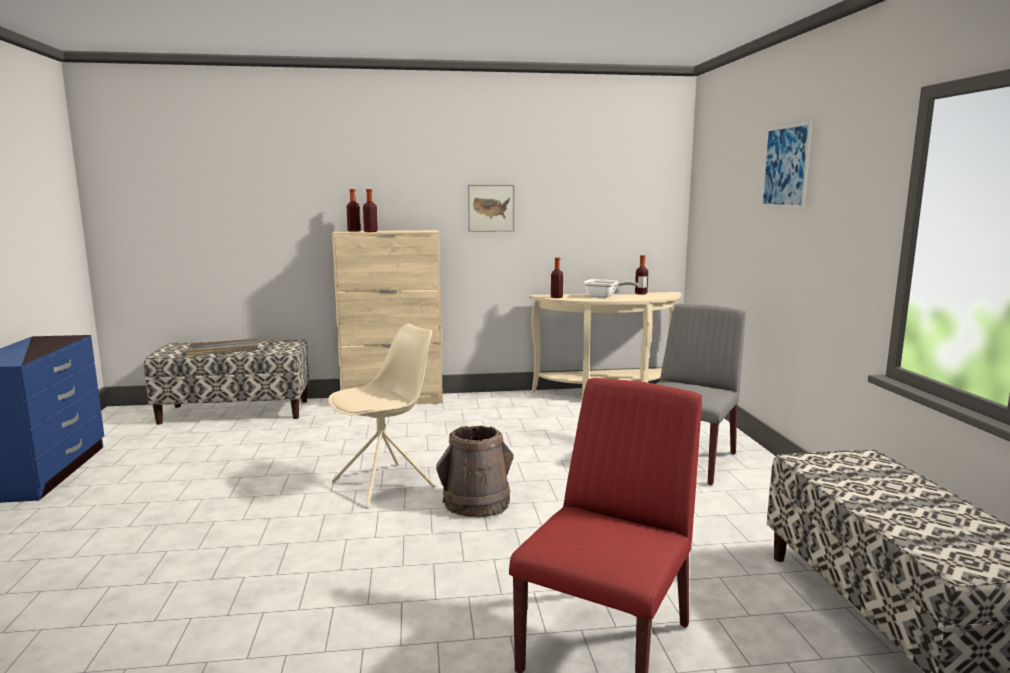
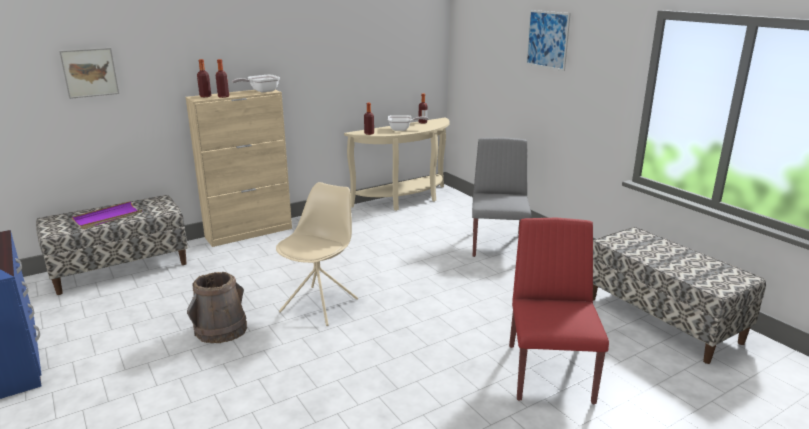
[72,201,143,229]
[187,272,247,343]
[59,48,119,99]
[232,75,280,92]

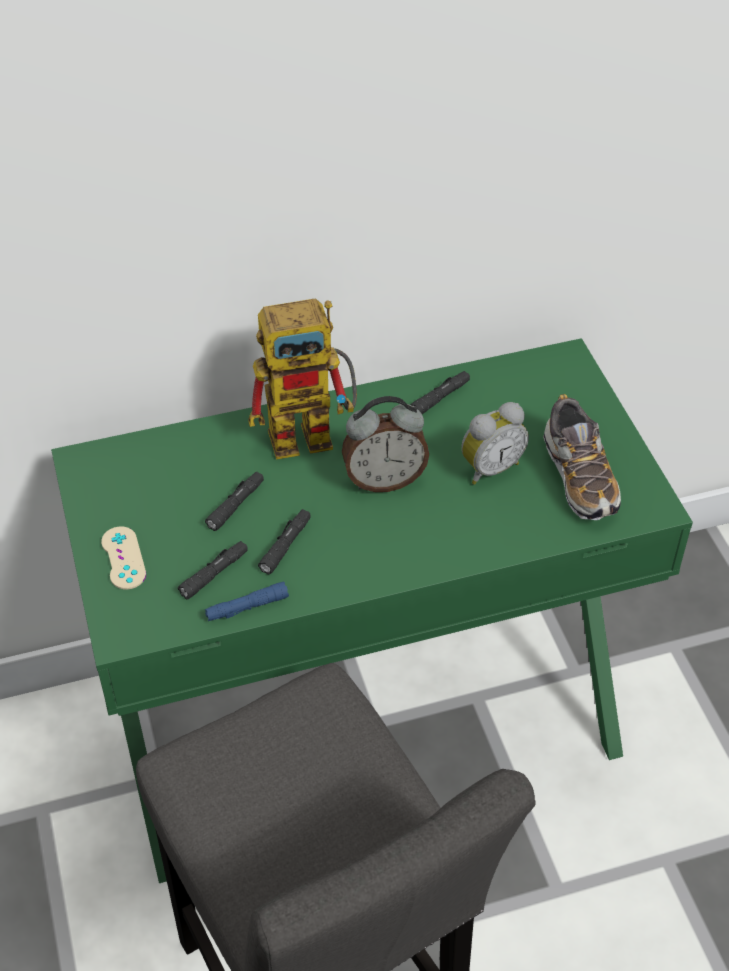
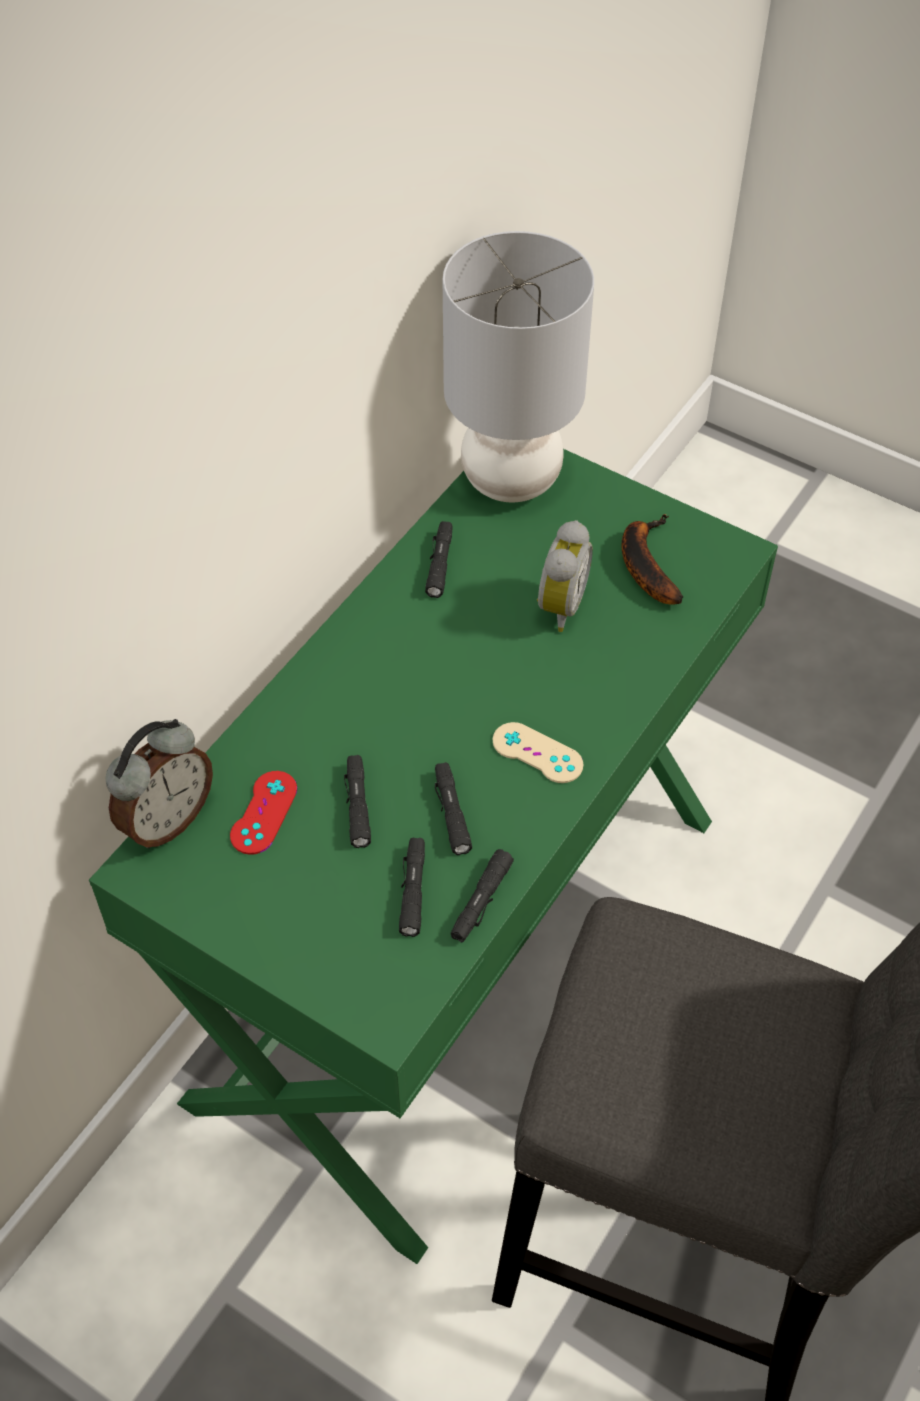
[493,722,583,783]
[451,849,514,942]
[248,298,357,460] (first image)
[106,719,213,849]
[621,514,683,605]
[230,771,297,855]
[443,231,594,502]

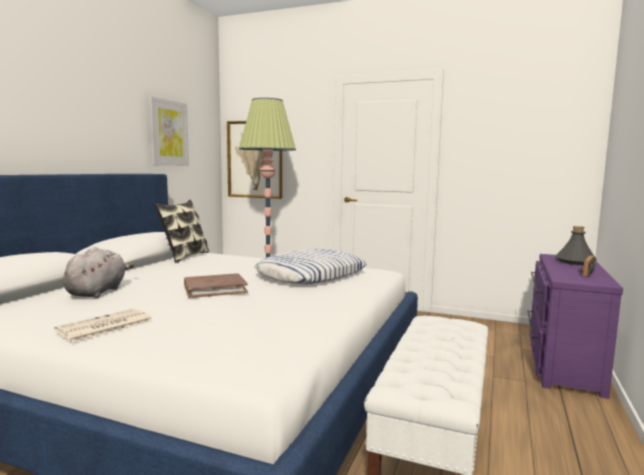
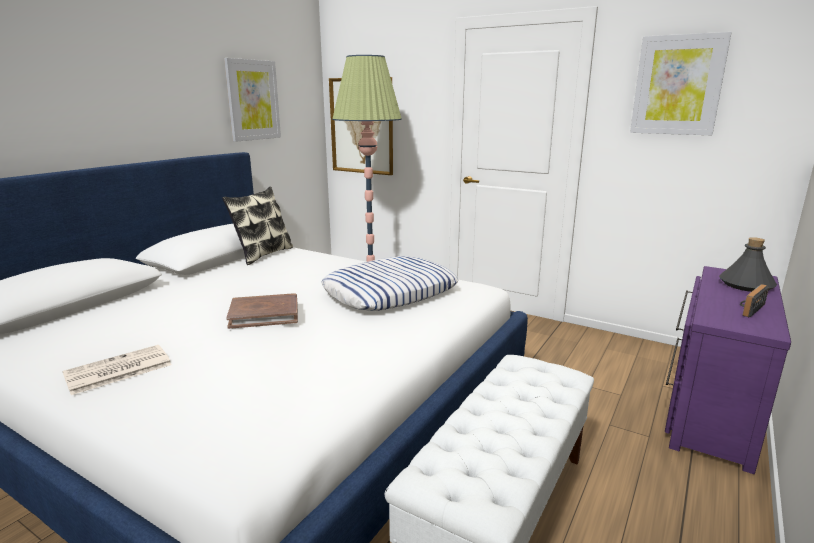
[63,247,134,298] (first image)
[630,32,732,135]

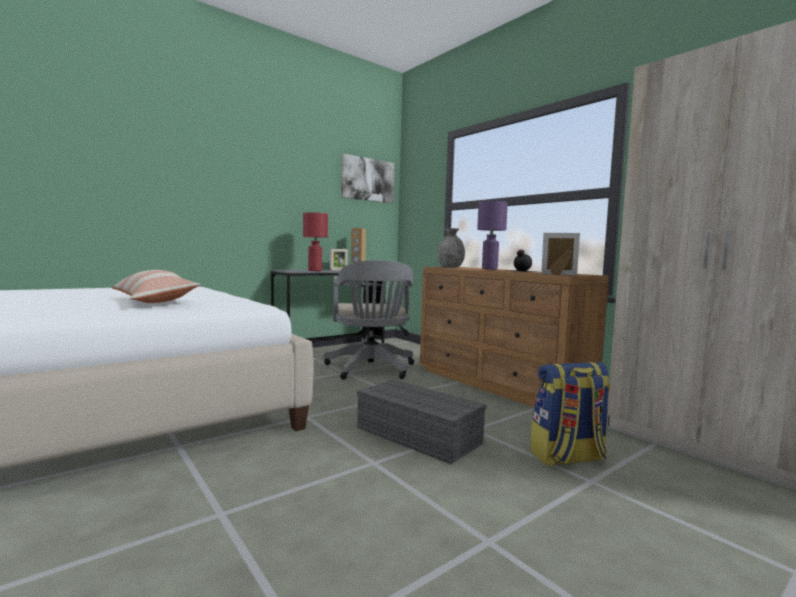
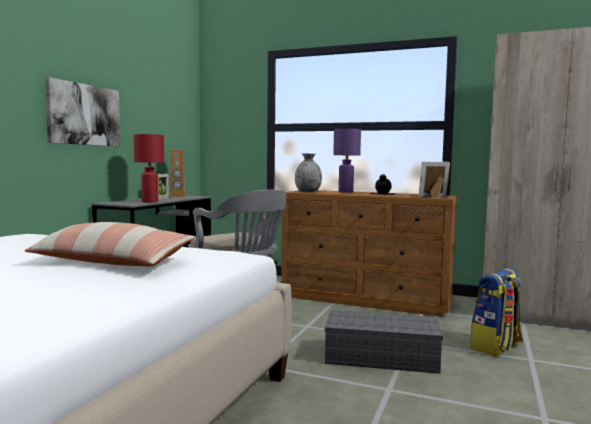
[45,77,120,146]

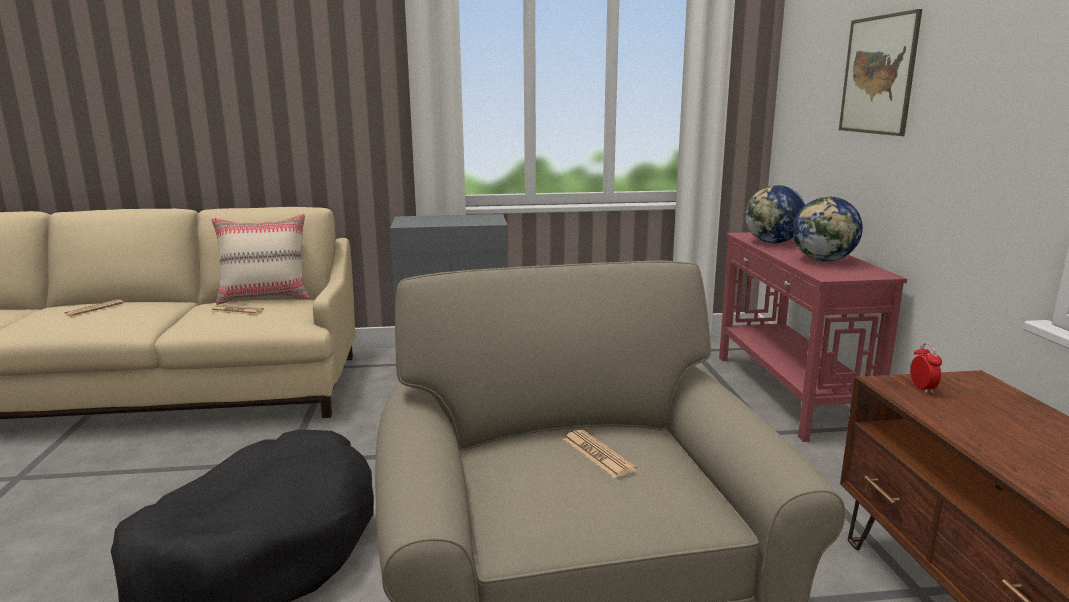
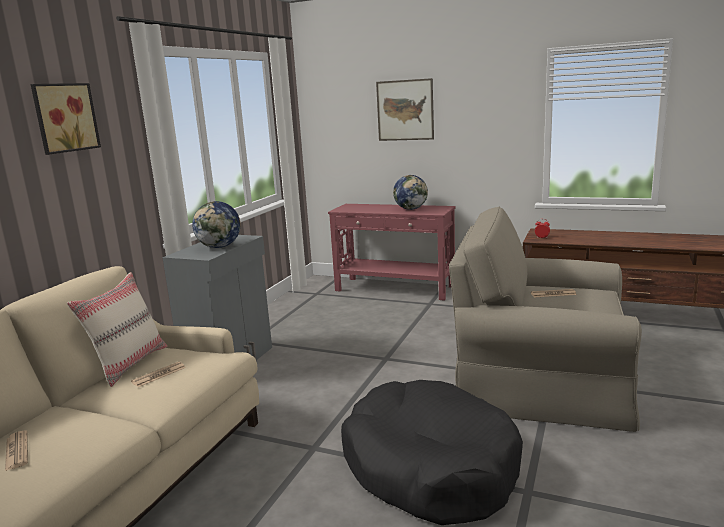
[192,201,240,248]
[31,83,101,155]

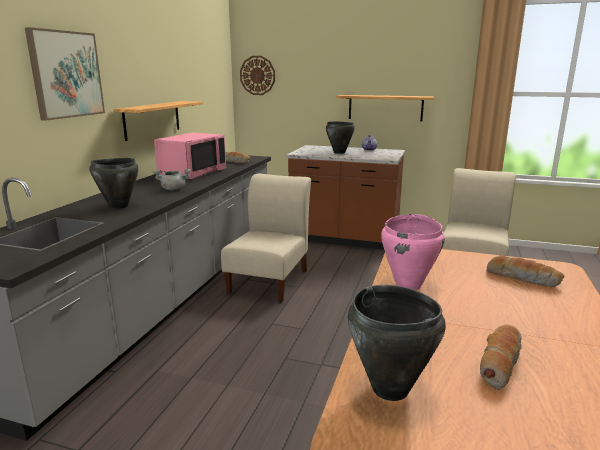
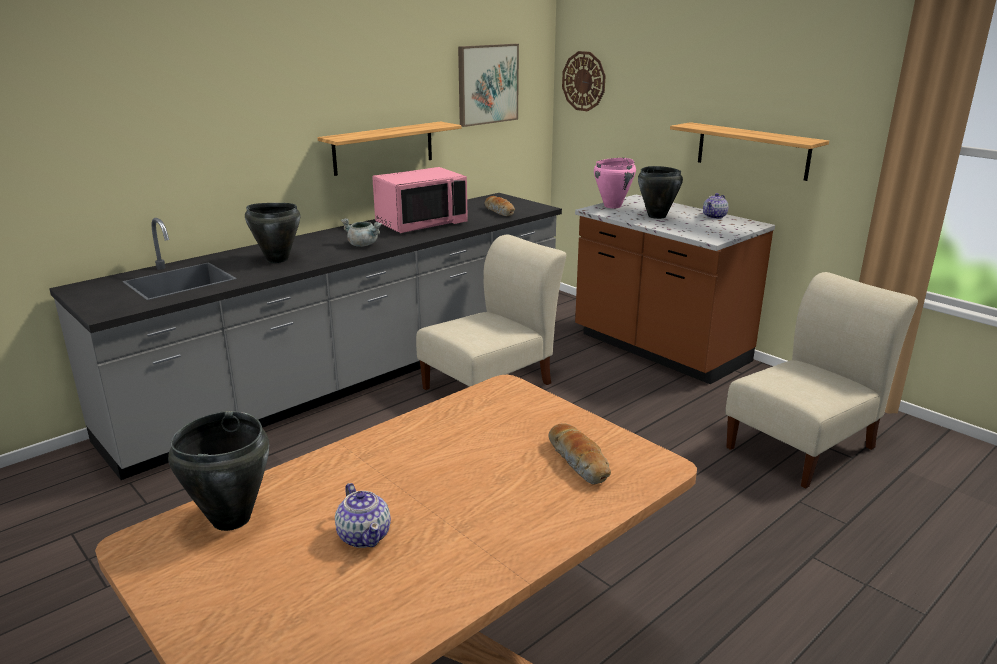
[458,44,519,127]
[594,158,636,208]
[335,483,391,548]

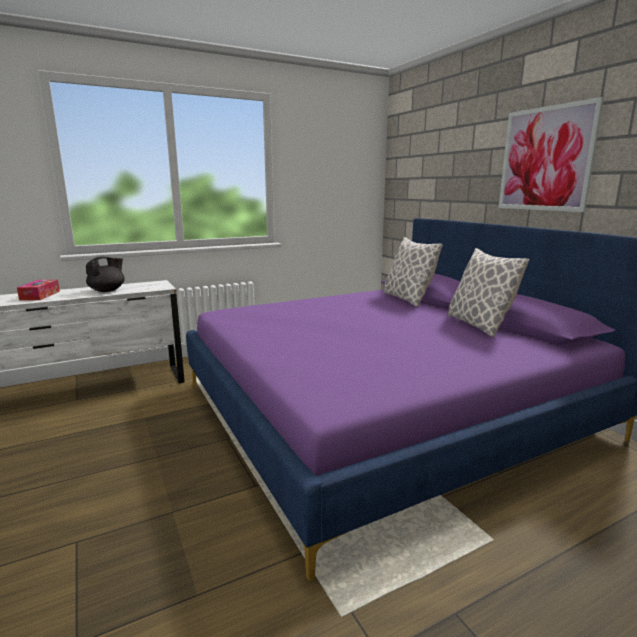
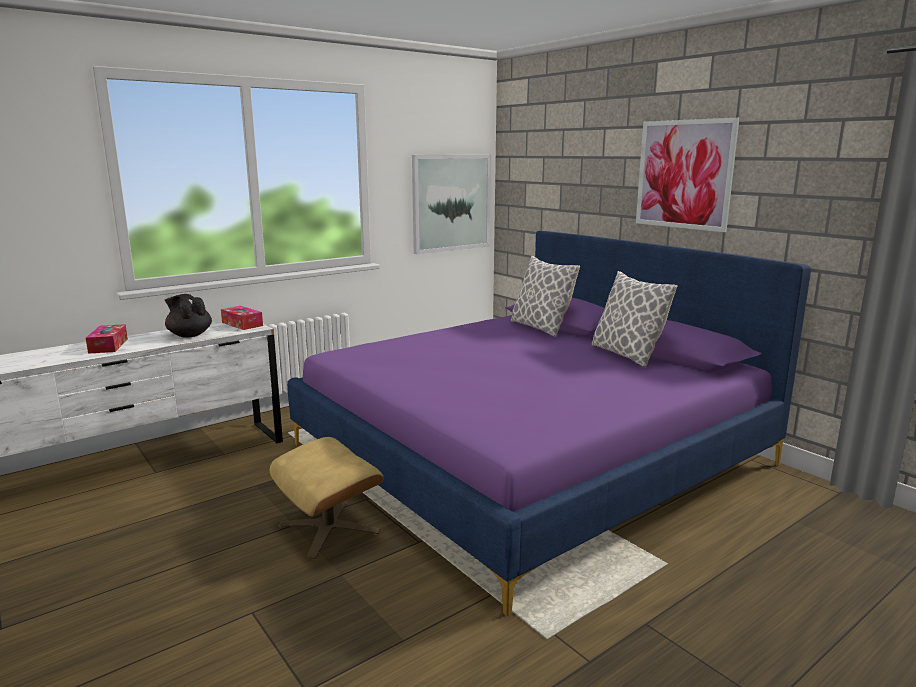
[165,294,212,338]
[221,306,263,330]
[270,437,384,559]
[412,155,491,254]

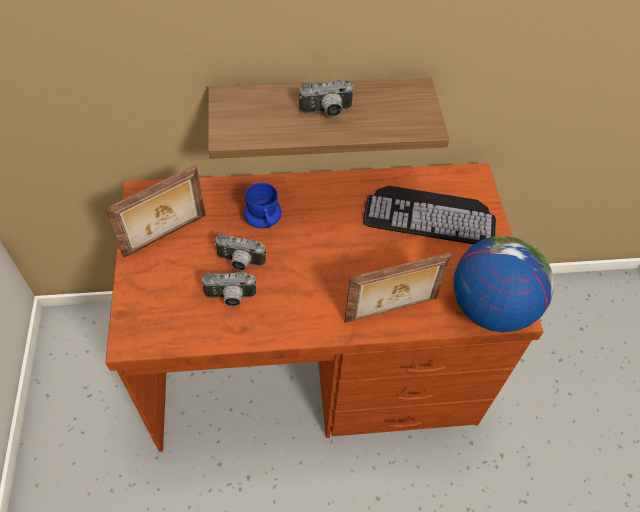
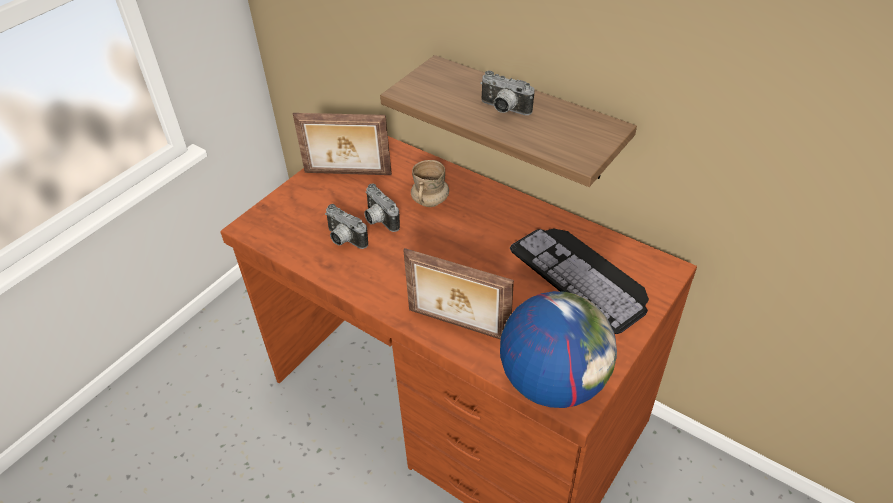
[411,160,449,207]

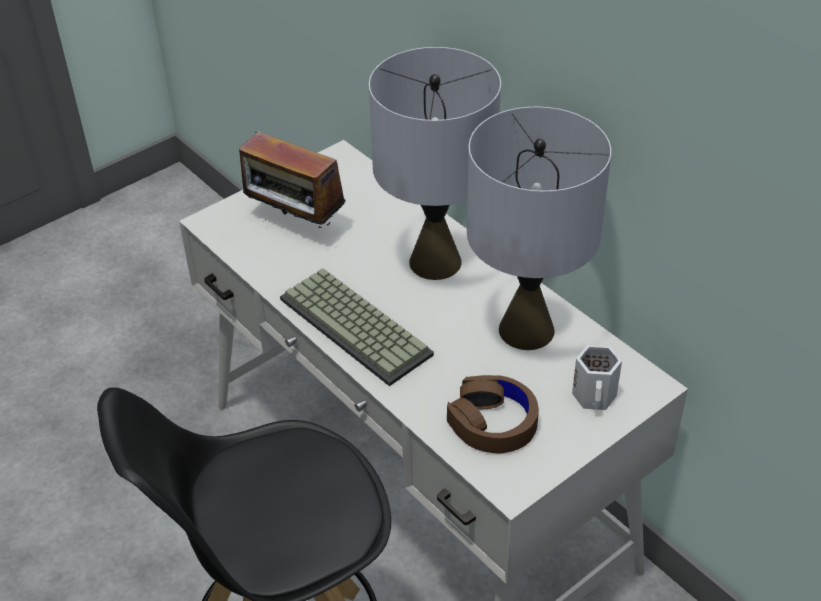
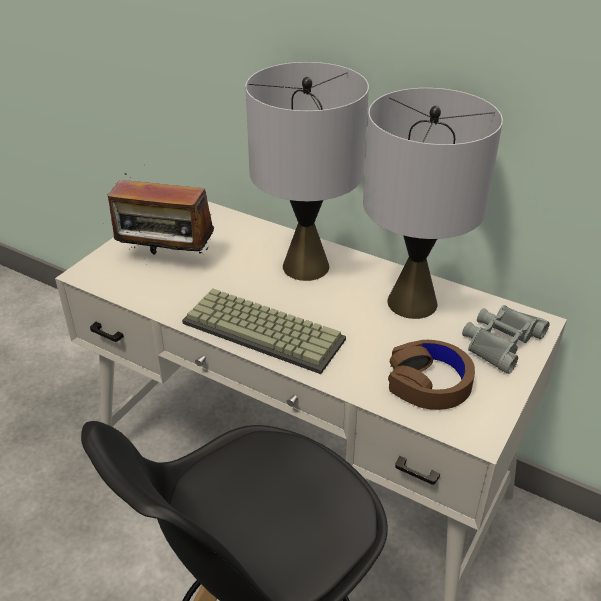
[462,305,550,374]

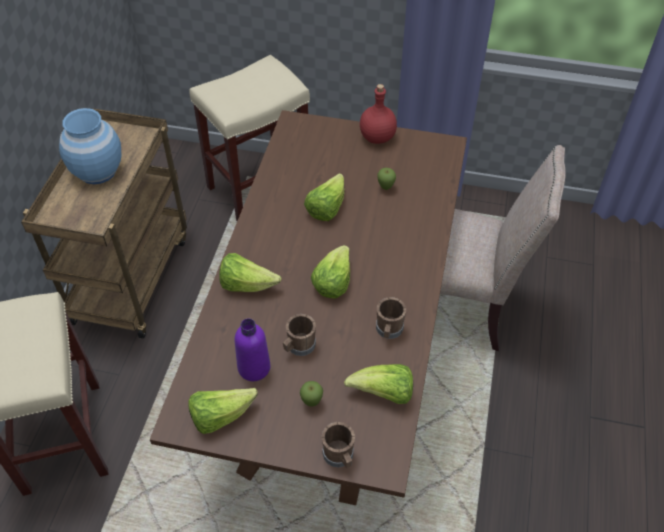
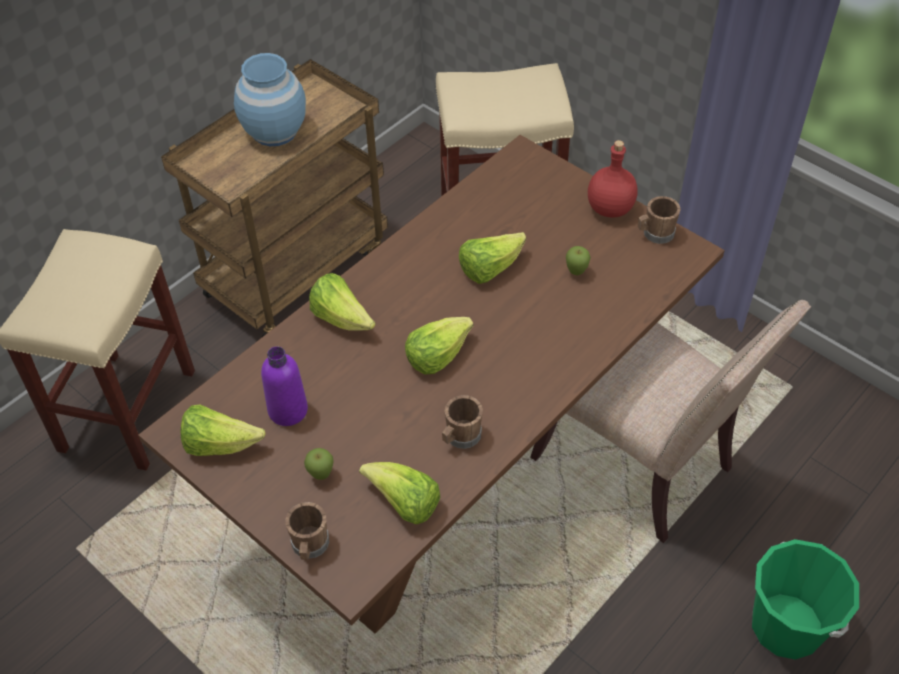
[638,196,681,244]
[752,539,859,660]

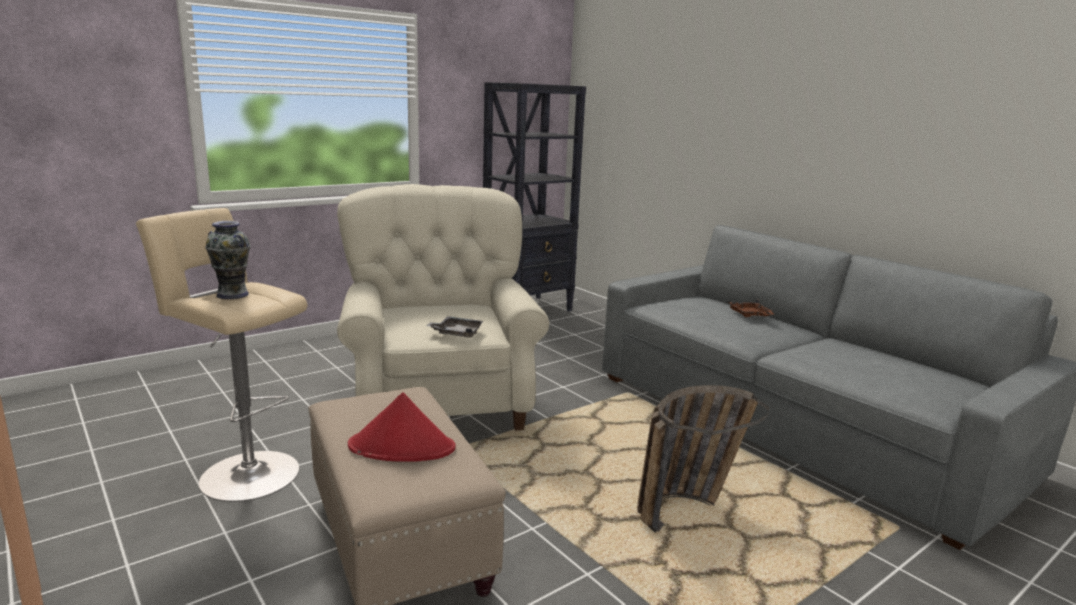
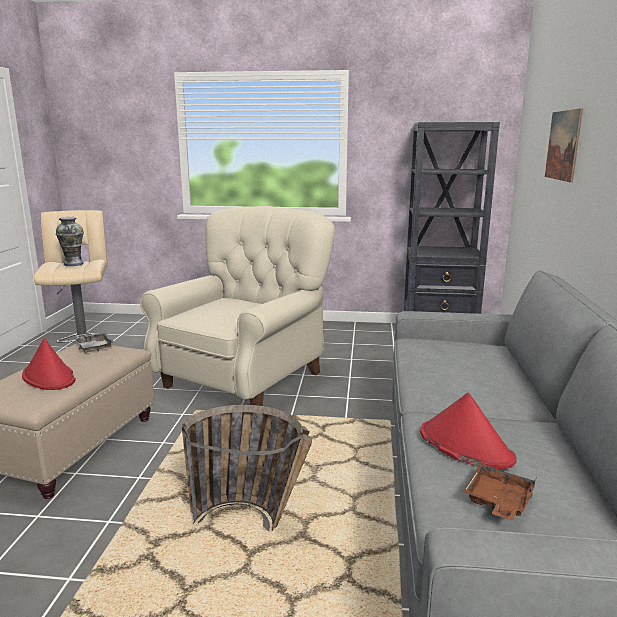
[74,332,113,353]
[462,463,536,521]
[420,393,517,469]
[545,108,583,183]

